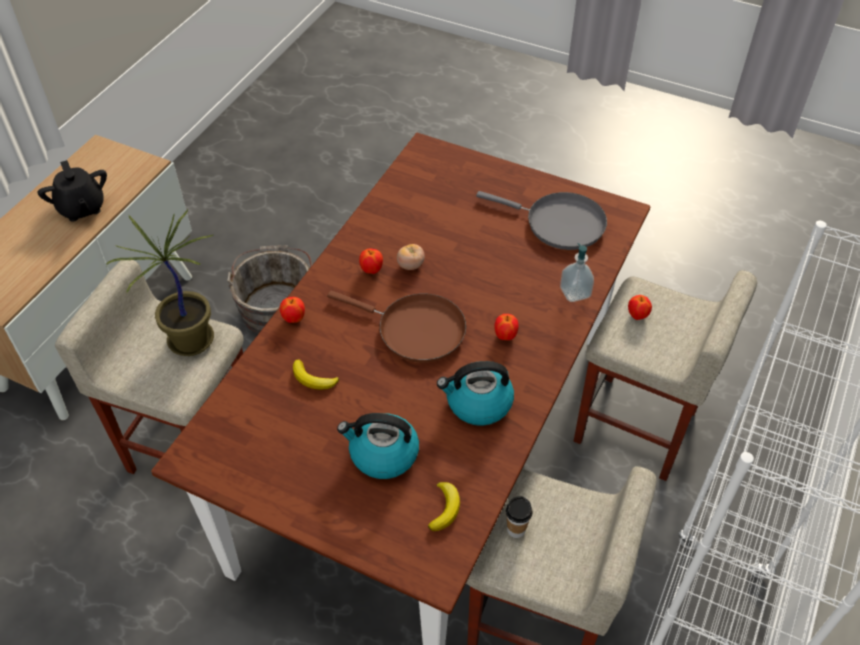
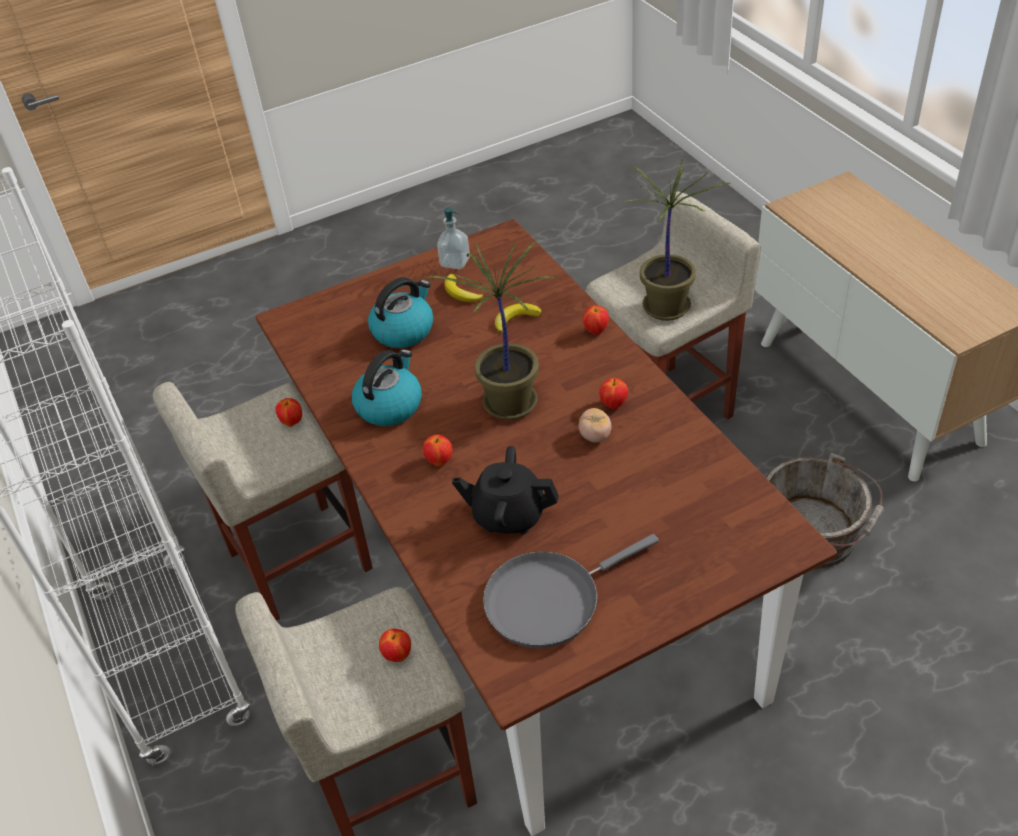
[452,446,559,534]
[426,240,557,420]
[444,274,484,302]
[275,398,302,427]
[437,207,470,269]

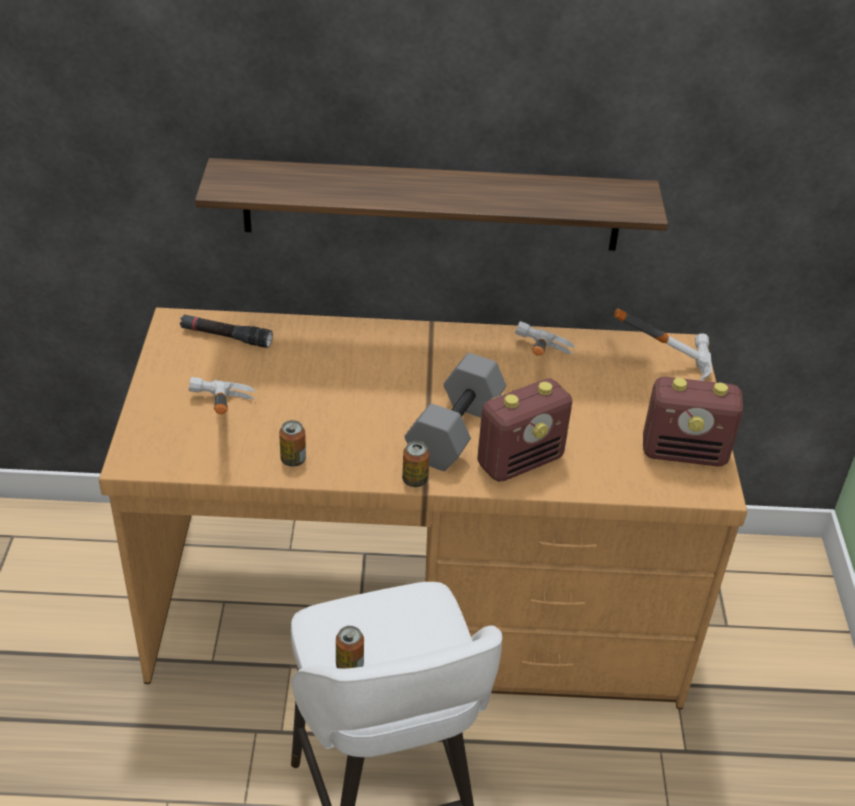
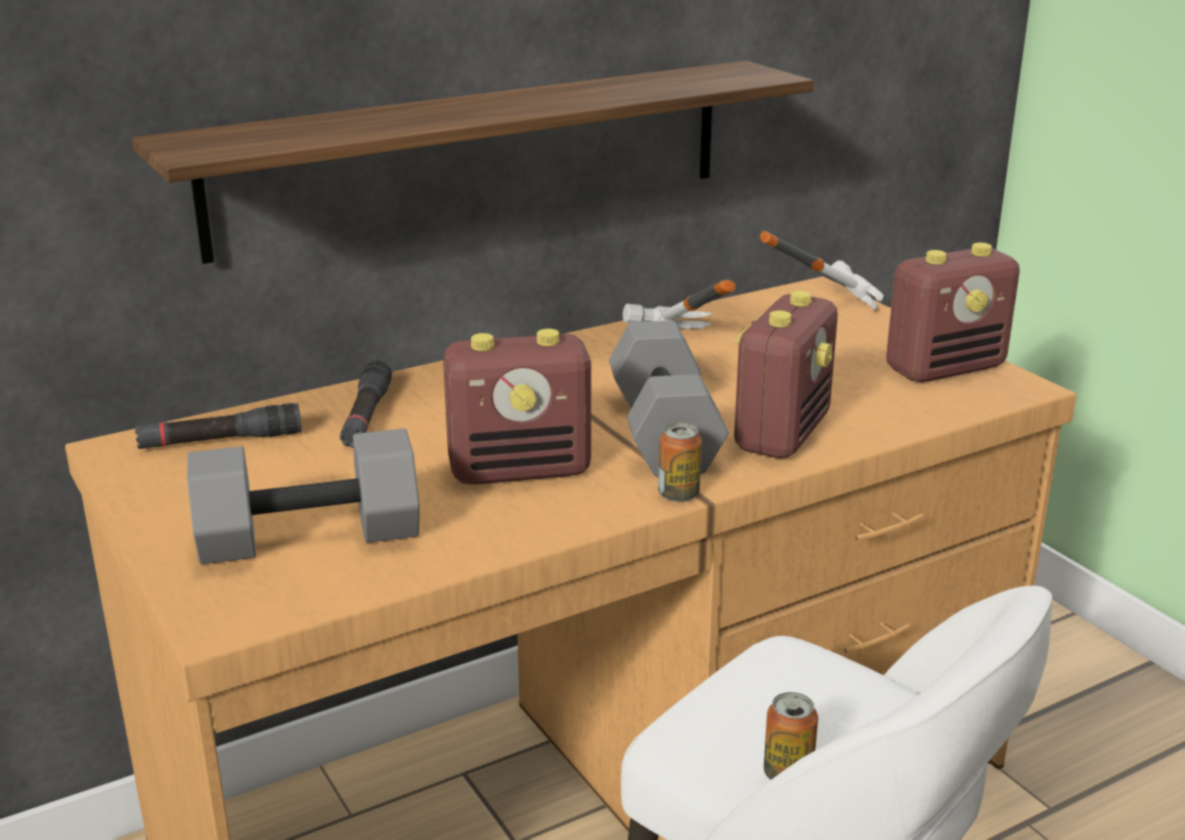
[187,428,420,564]
[279,420,306,467] (first image)
[340,360,392,448]
[443,329,591,485]

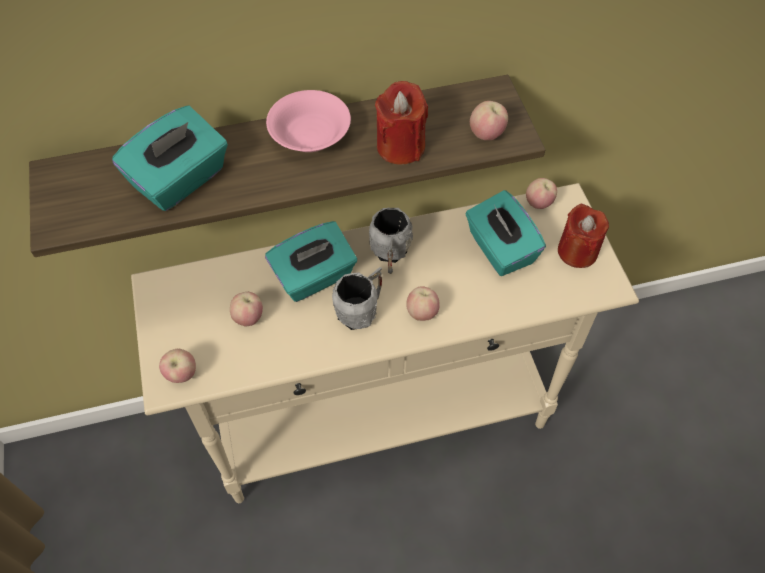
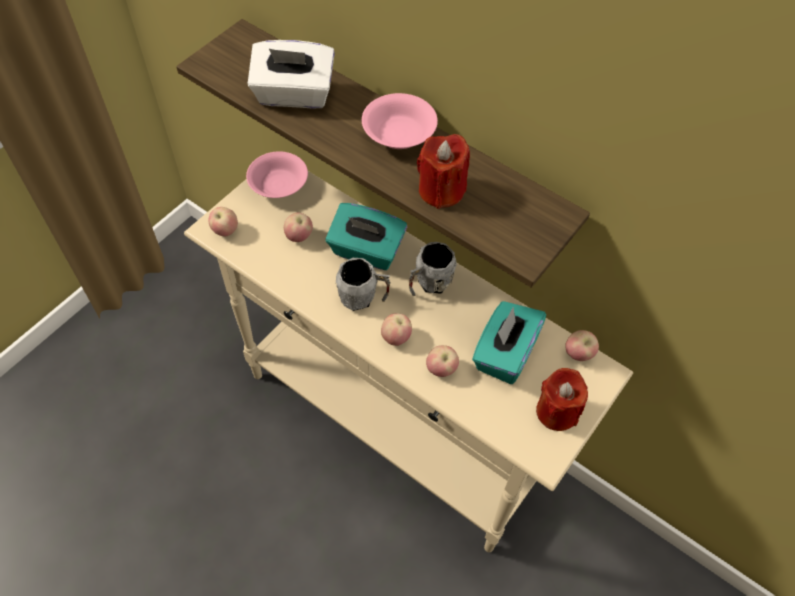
[247,40,335,109]
[426,345,459,377]
[246,151,308,198]

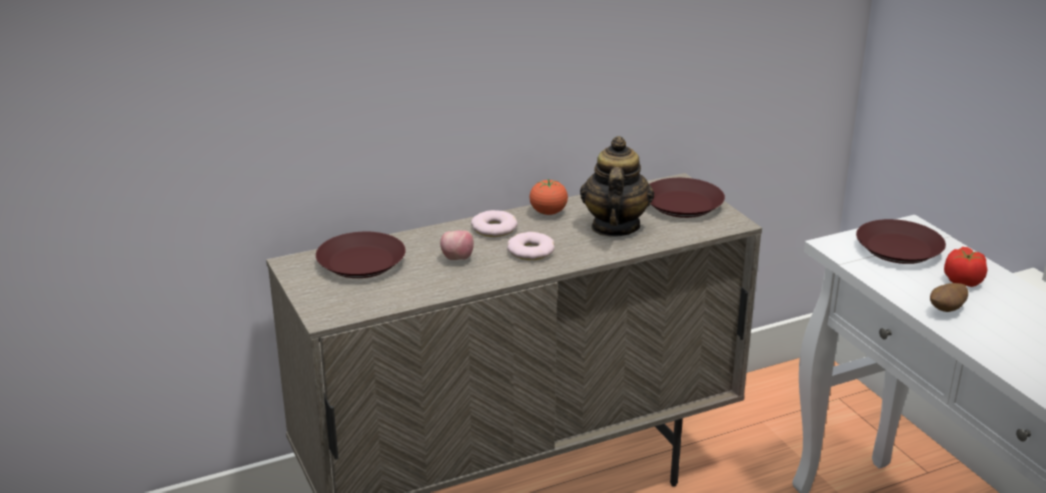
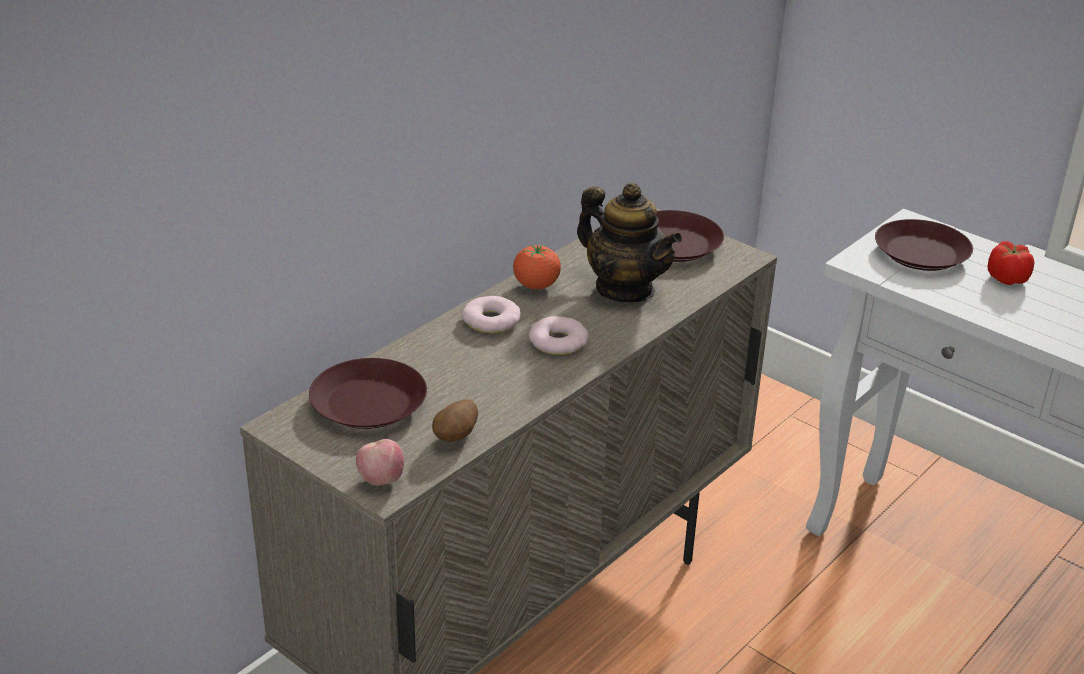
[356,439,404,486]
[577,183,682,302]
[432,399,478,442]

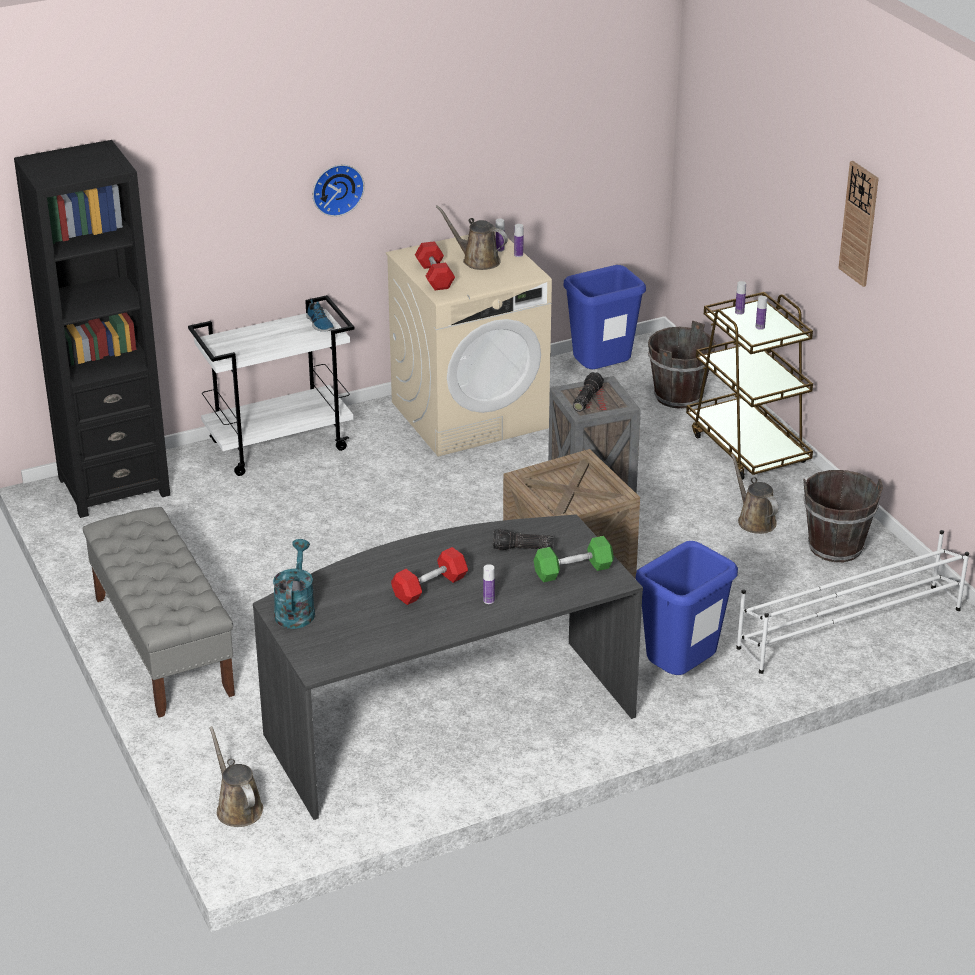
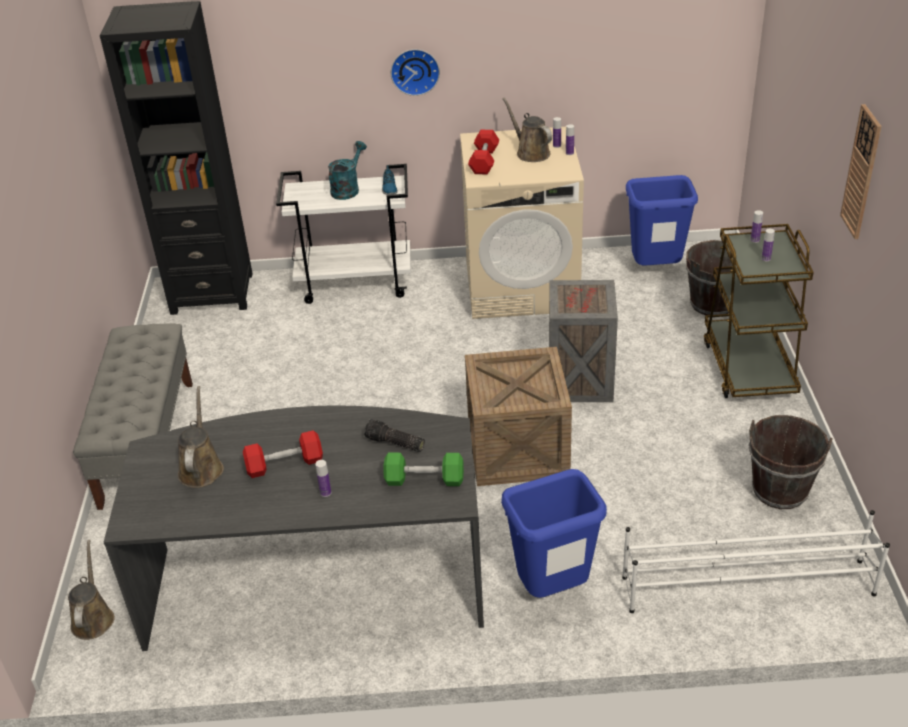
[328,141,367,200]
[573,372,604,412] (first image)
[178,386,224,488]

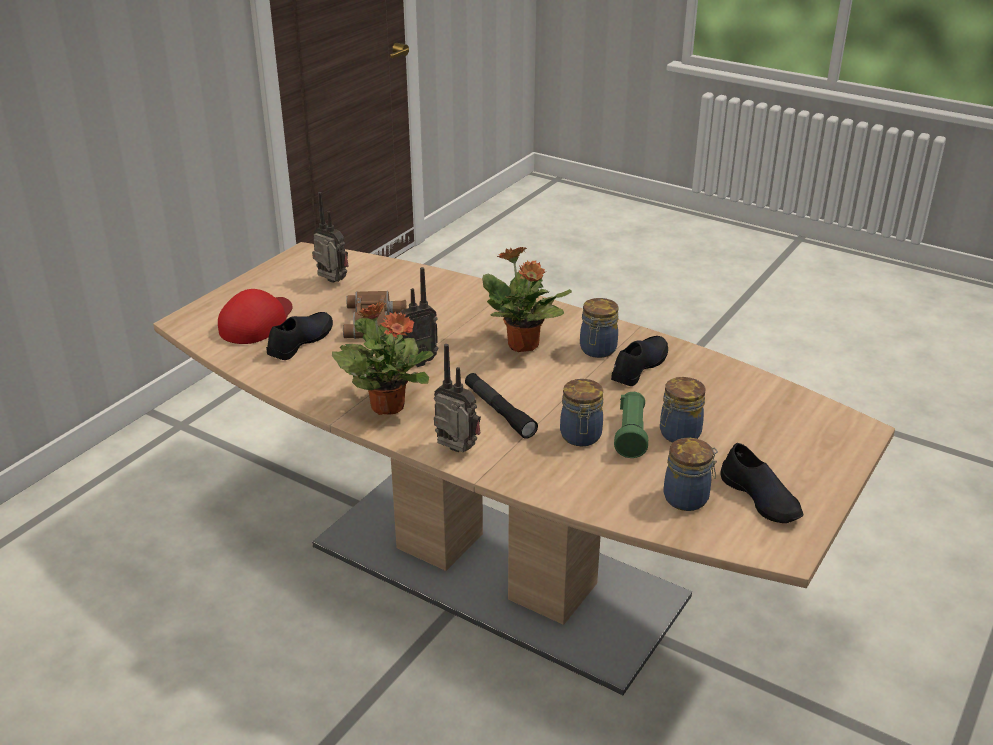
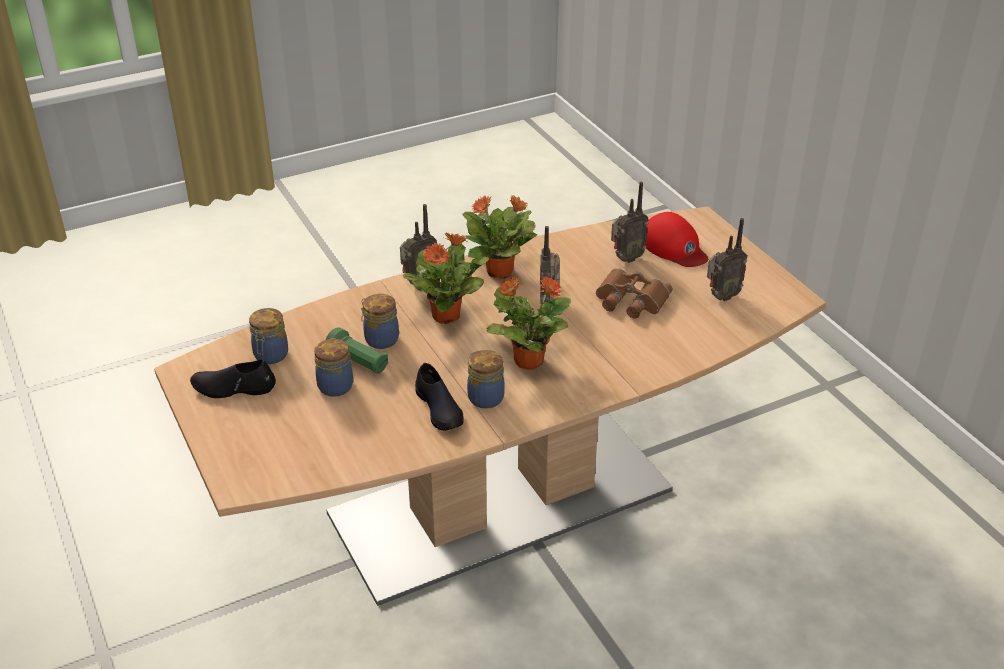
[611,182,649,263]
[403,233,489,324]

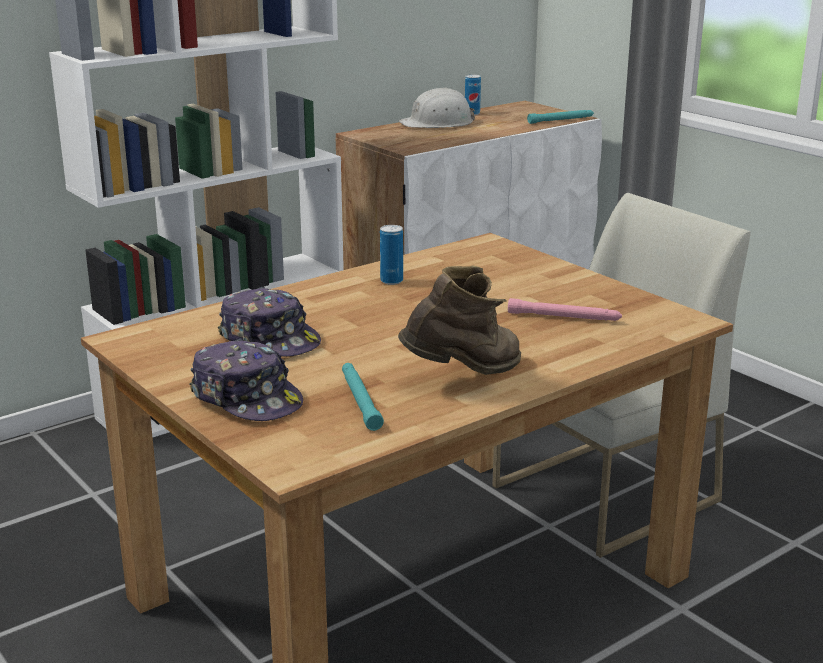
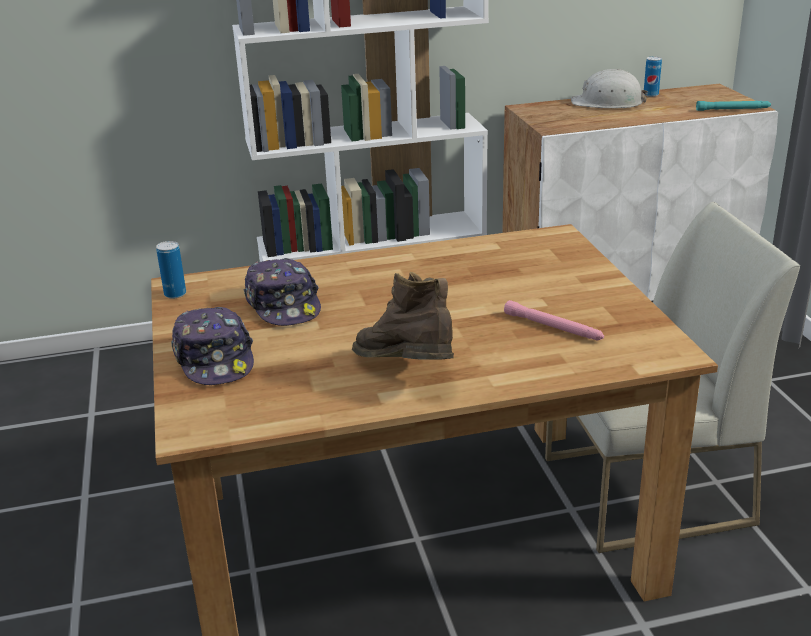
[342,363,384,431] (first image)
[156,241,186,299]
[352,272,454,360]

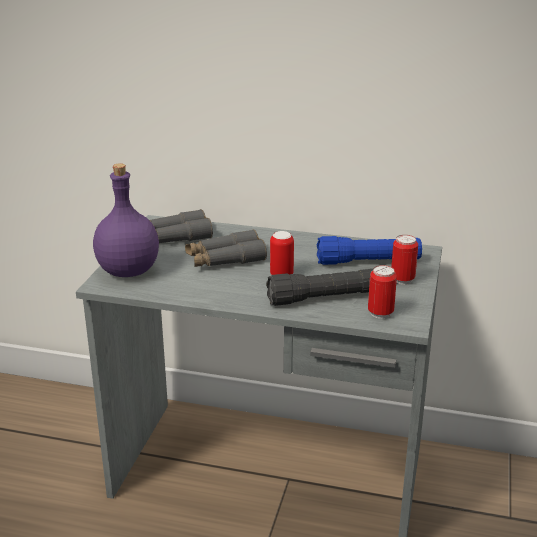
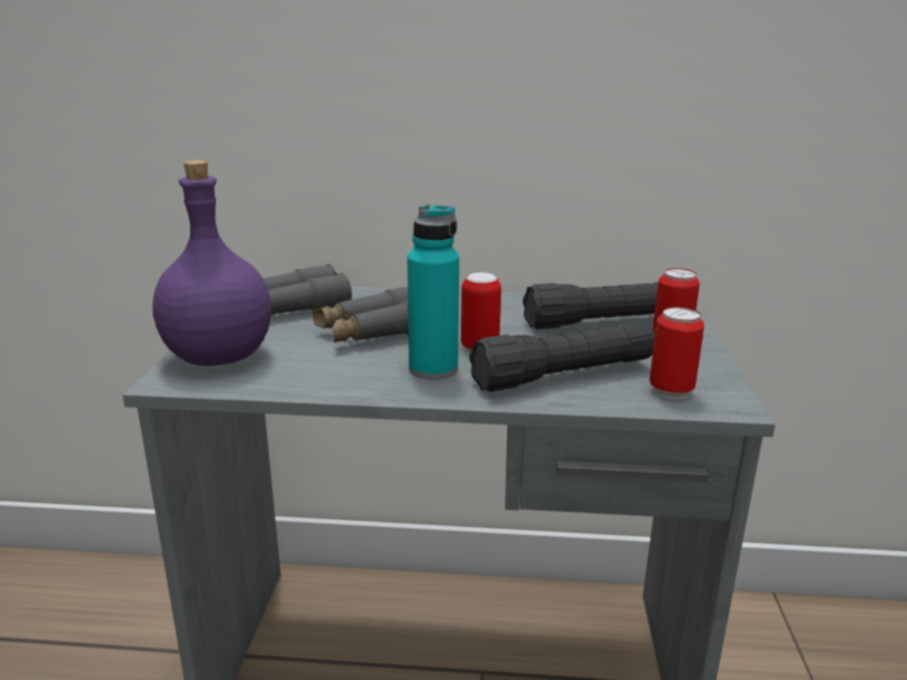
[523,282,658,329]
[407,204,459,380]

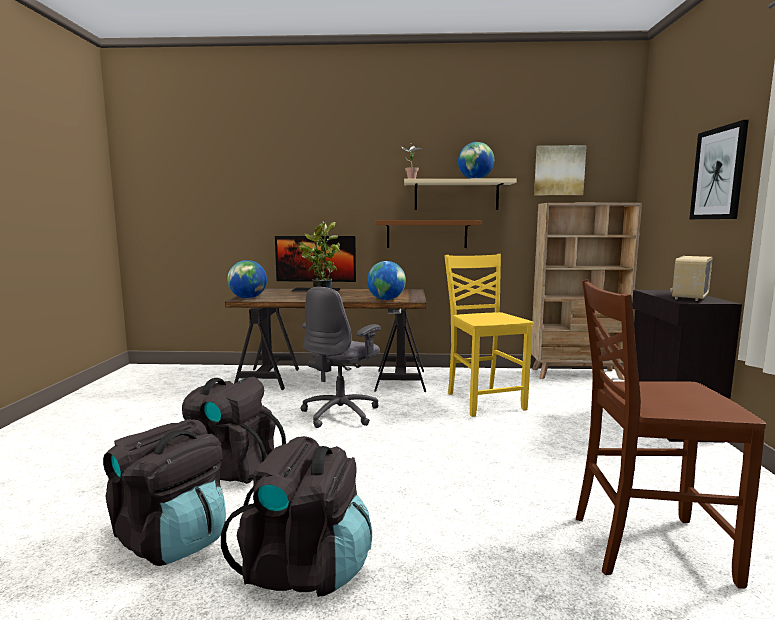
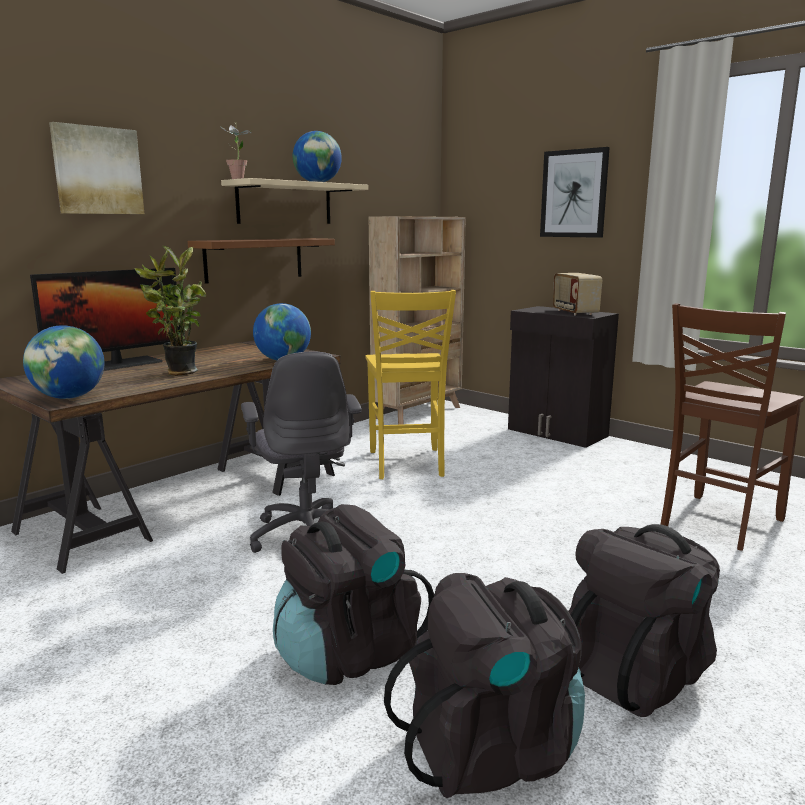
[366,290,456,479]
[49,122,144,214]

